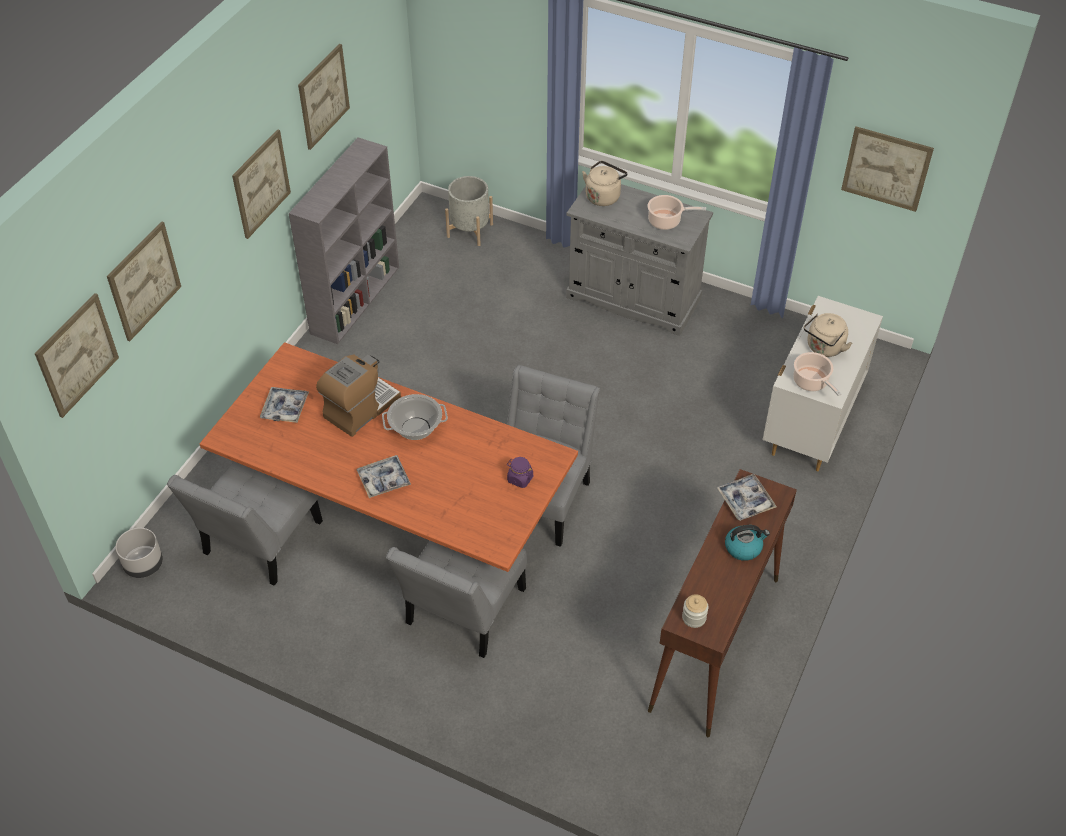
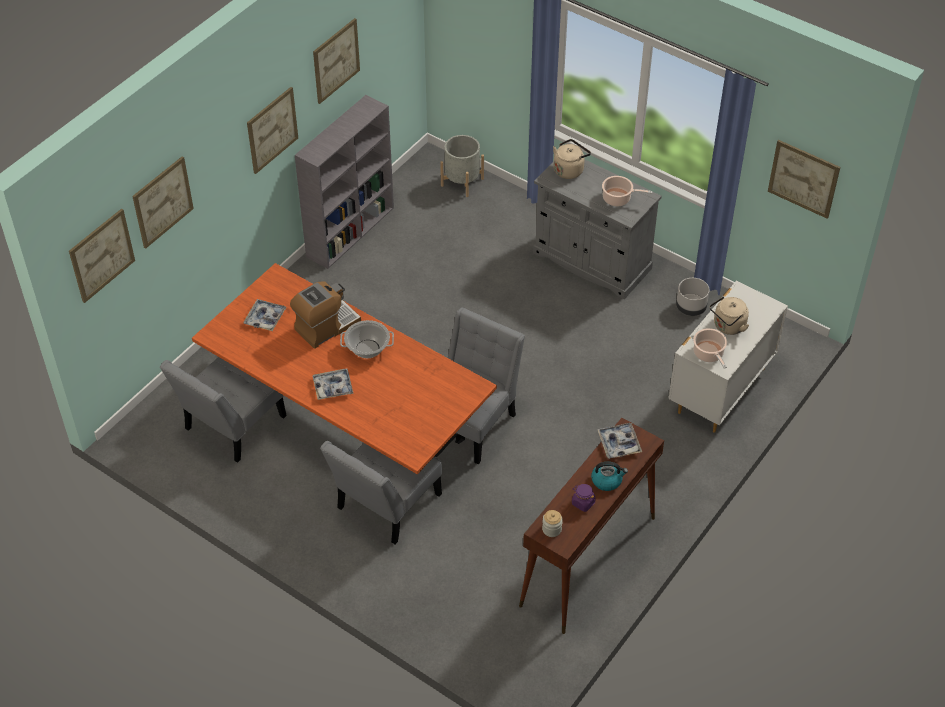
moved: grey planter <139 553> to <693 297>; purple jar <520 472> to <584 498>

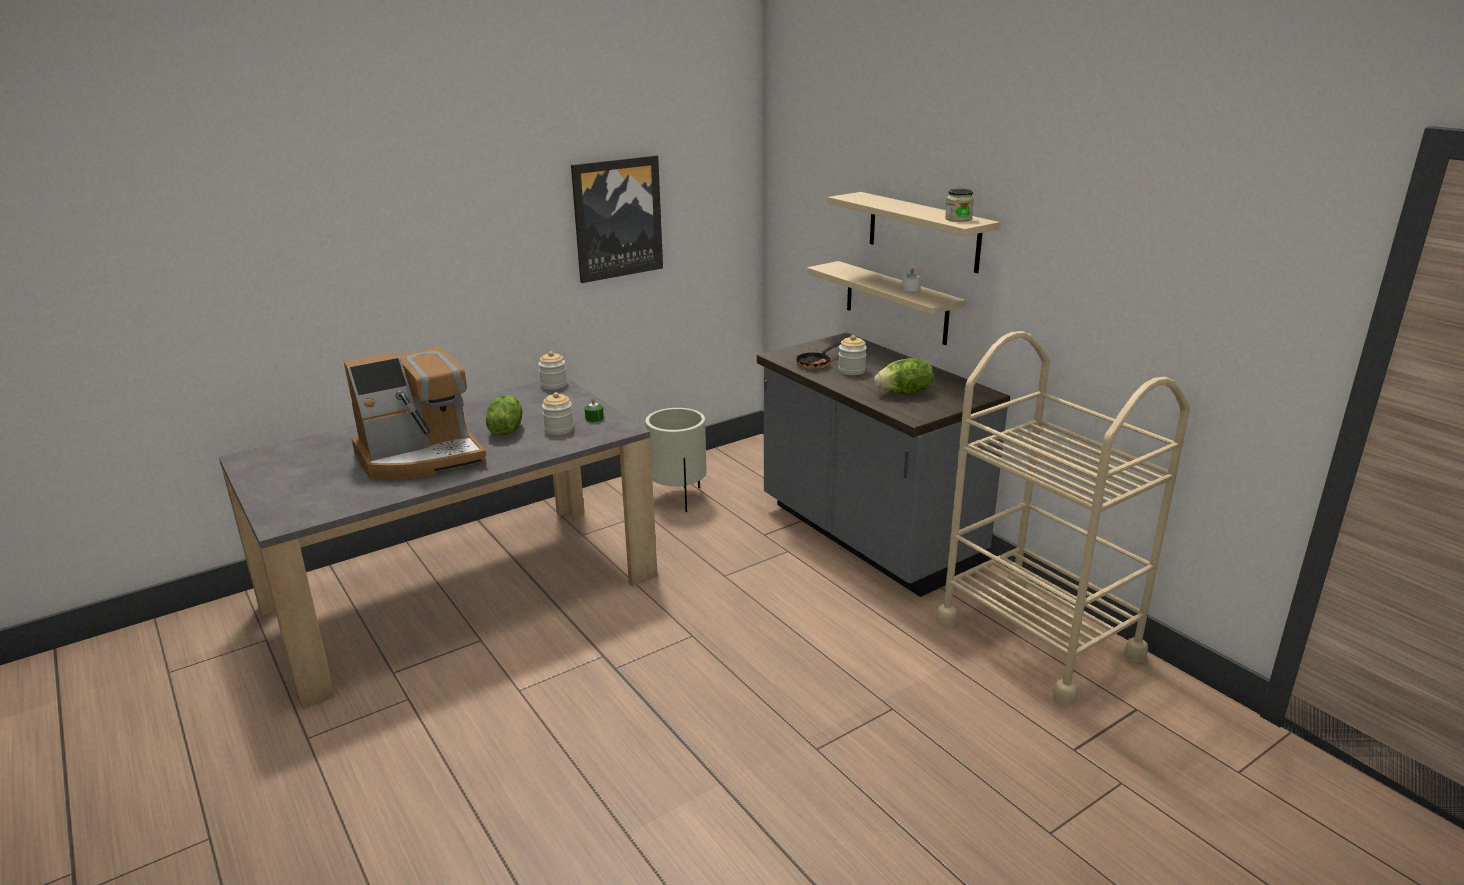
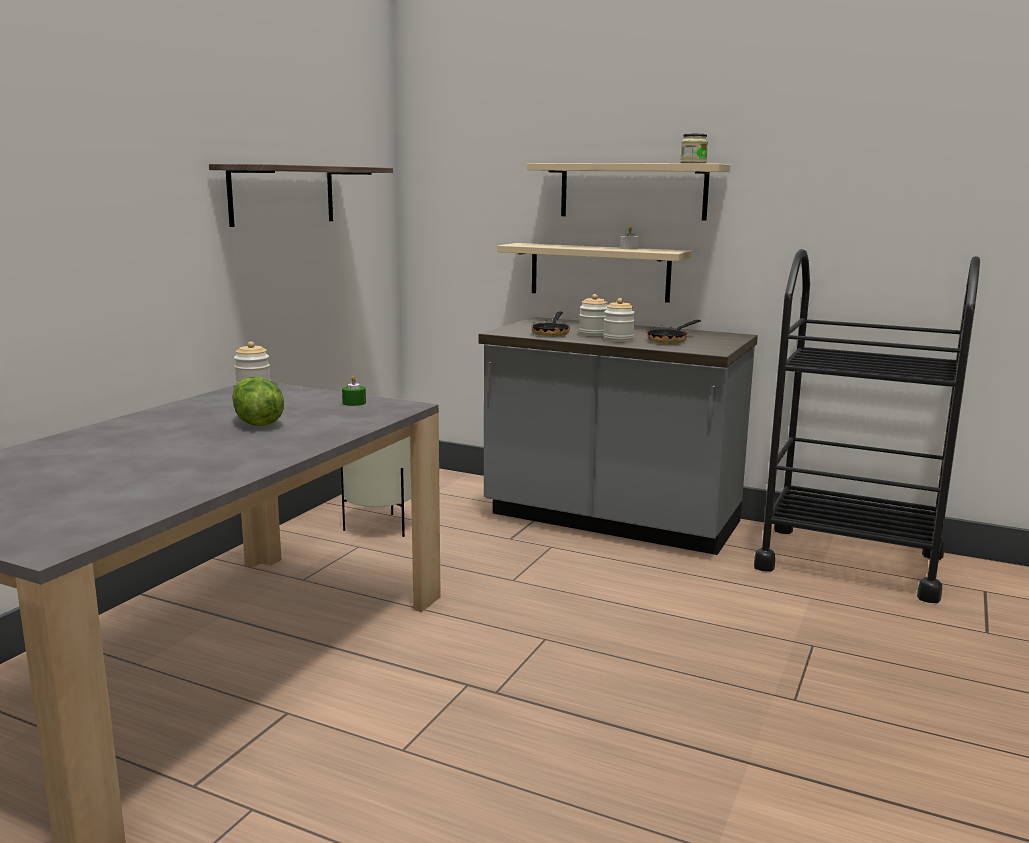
removed: coffee machine <415 413>
moved: jar <558 413> to <619 320>
replaced: picture <617 219> to shelf <301 195>; lettuce <903 376> to frying pan <674 332>
recoloured: beige cart <1063 518> to black cart <867 426>

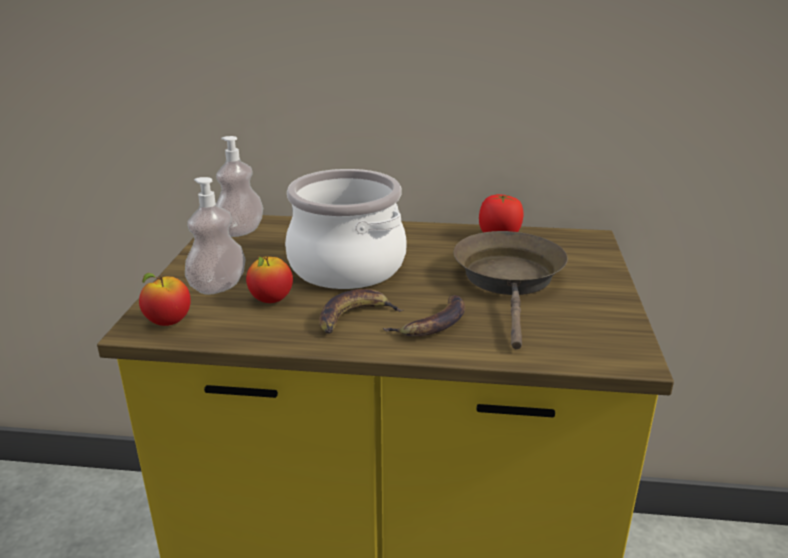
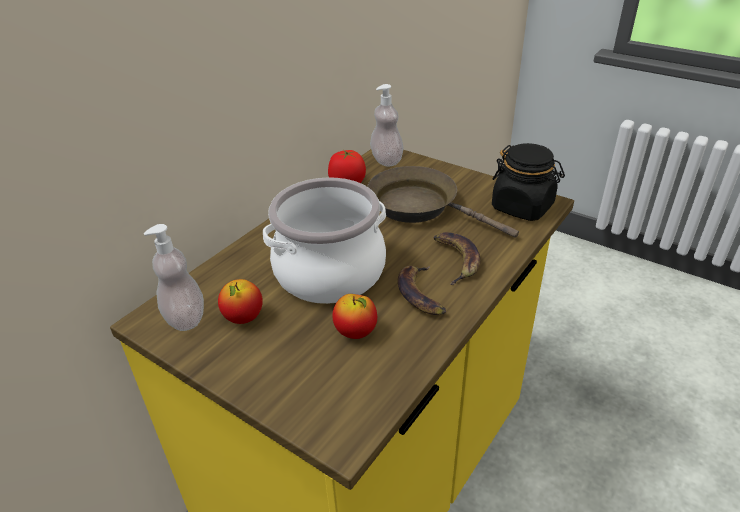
added: black jar <528 182>
moved: apple <165 299> to <240 301>; soap dispenser <215 236> to <387 125>

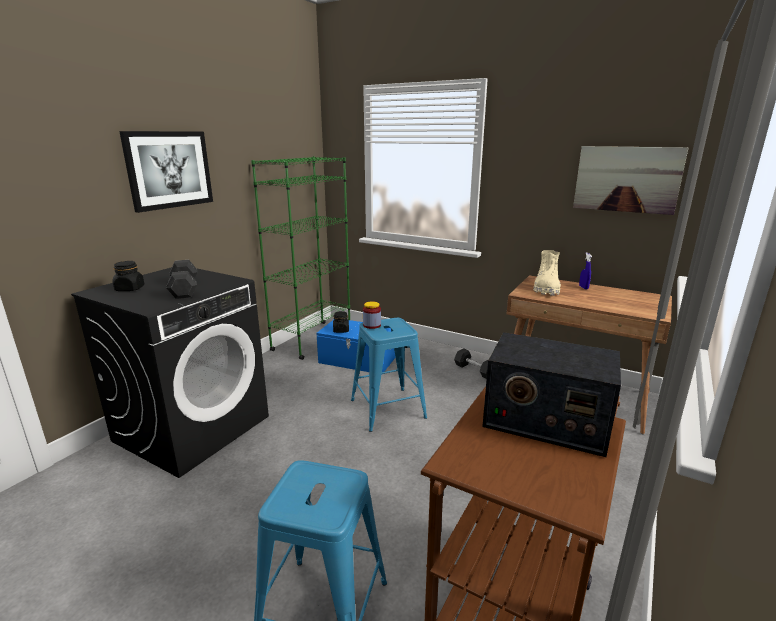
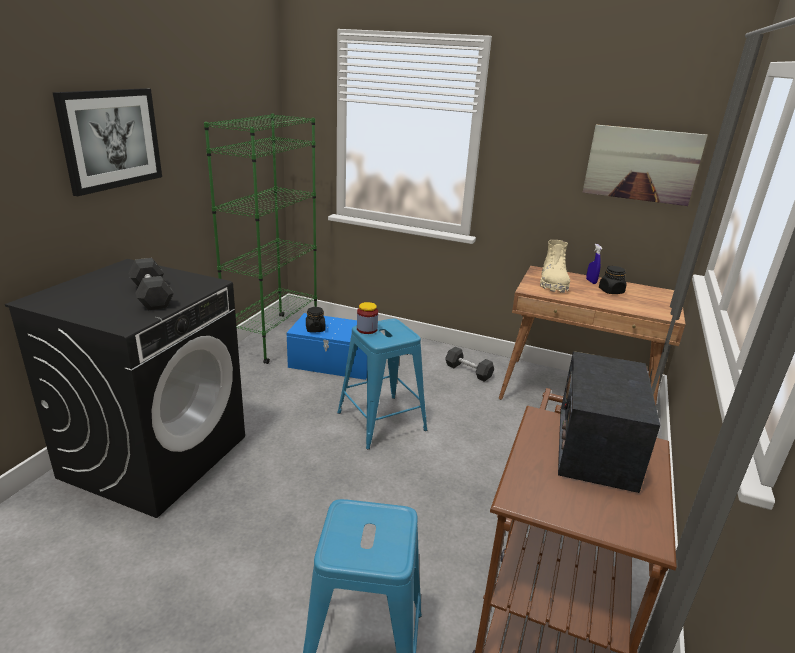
moved: black jar <128 276> to <613 280>
turned: radio <551 394> = <609 422> 90 degrees clockwise

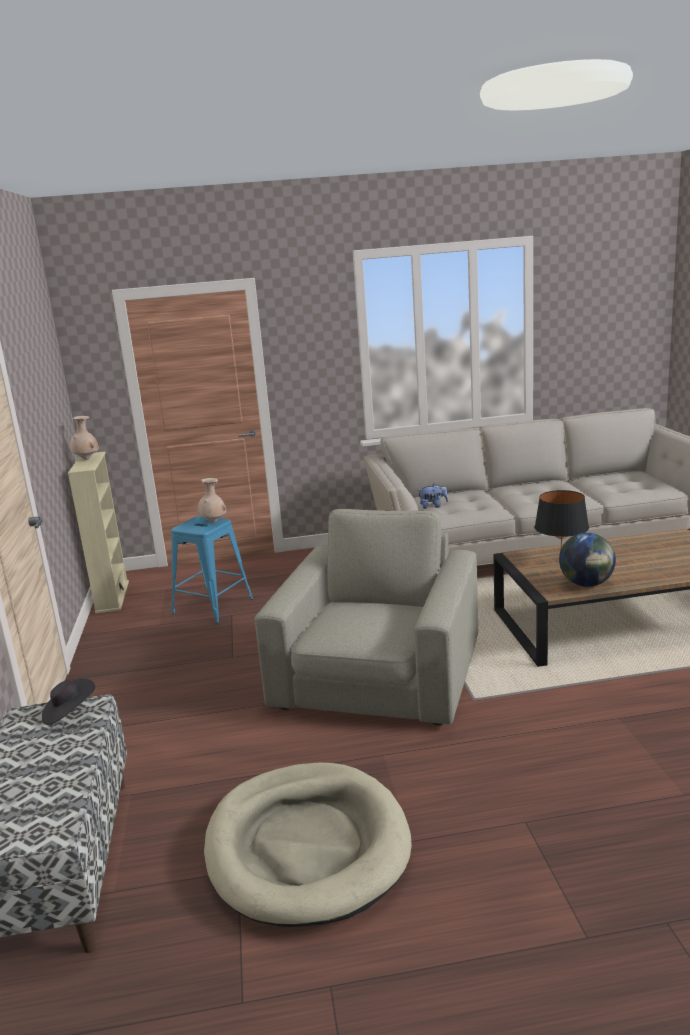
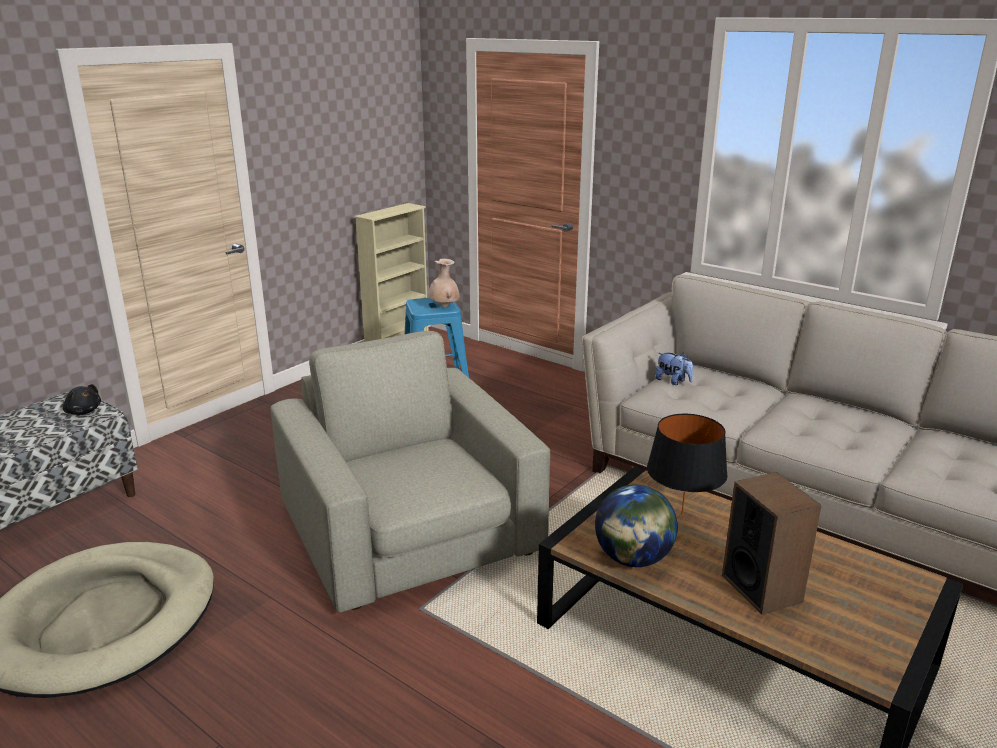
removed: beige vase <84 438>
added: speaker <772 543>
replaced: black hat <68 702> to black plush toy <82 399>
turned: beige armchair <366 617> = <410 472> 90 degrees counterclockwise

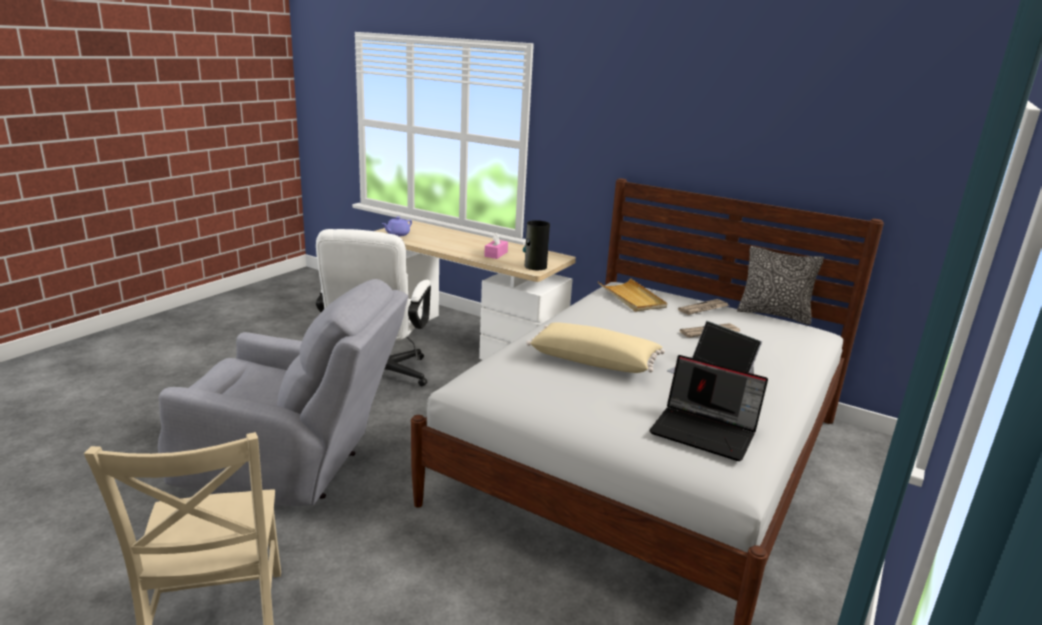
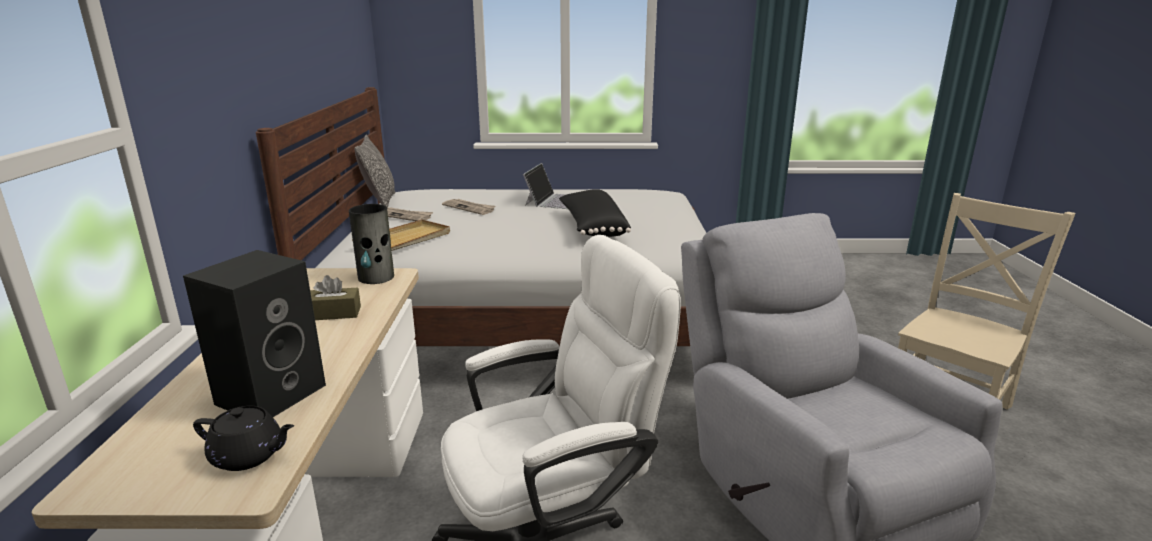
removed: laptop <708 408>
added: black speaker <254 333>
recoloured: purple teapot <397 226> to black teapot <243 438>; pink tissue box <496 246> to brown tissue box <335 297>; beige pillow <595 347> to black pillow <595 213>

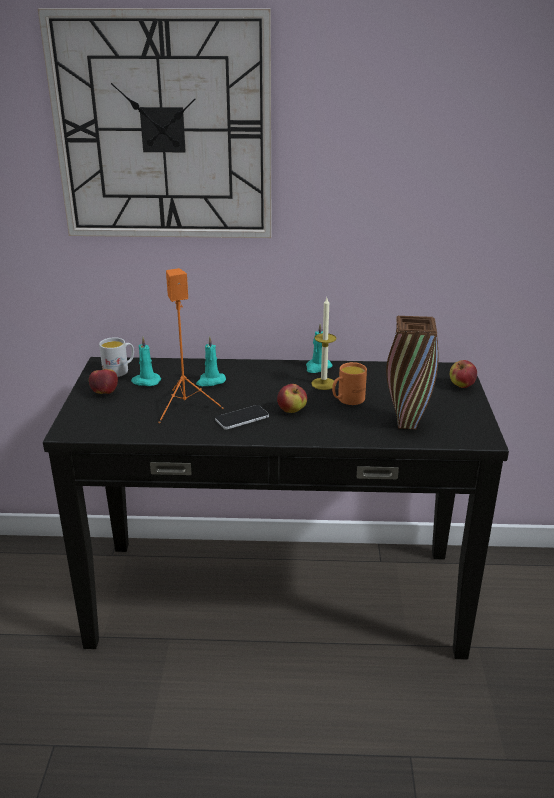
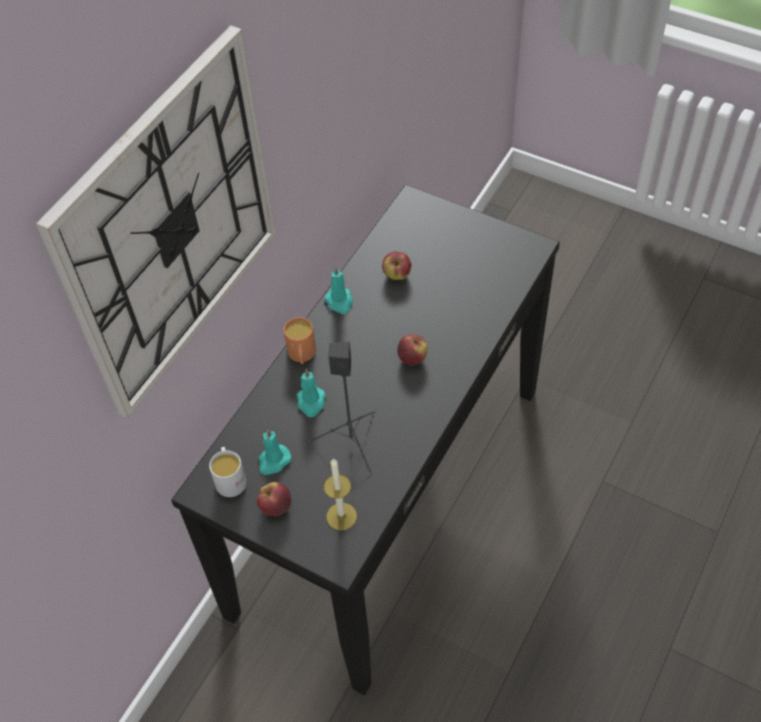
removed: phone <242 417>; brown vase <412 372>
moved: candle <323 344> to <340 494>; orange mug <349 383> to <300 340>; apple <463 374> to <396 266>
recoloured: orange speaker <191 345> to black speaker <341 409>

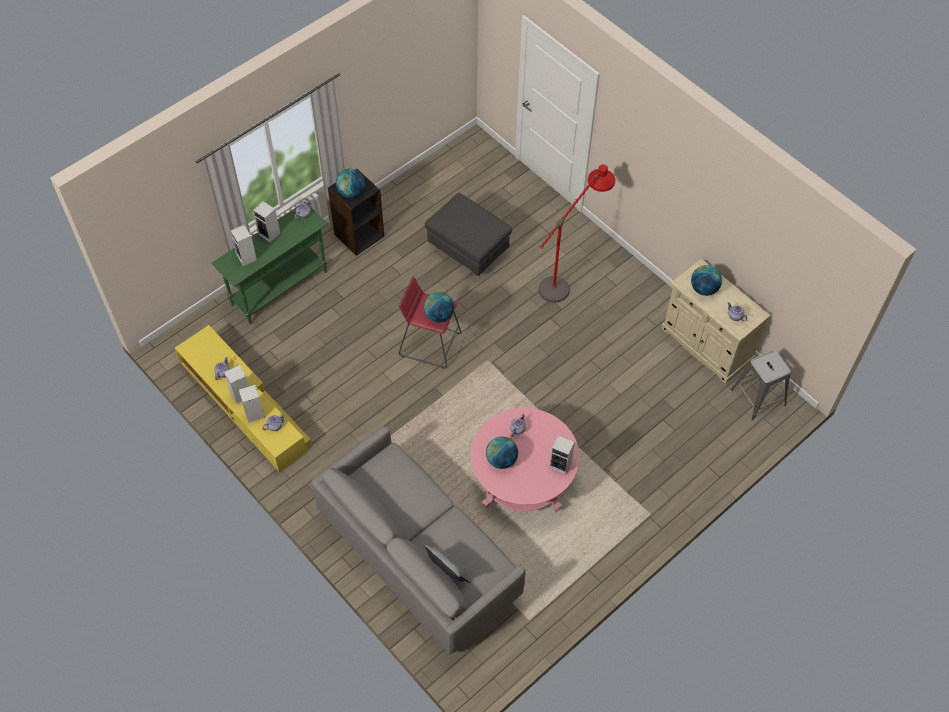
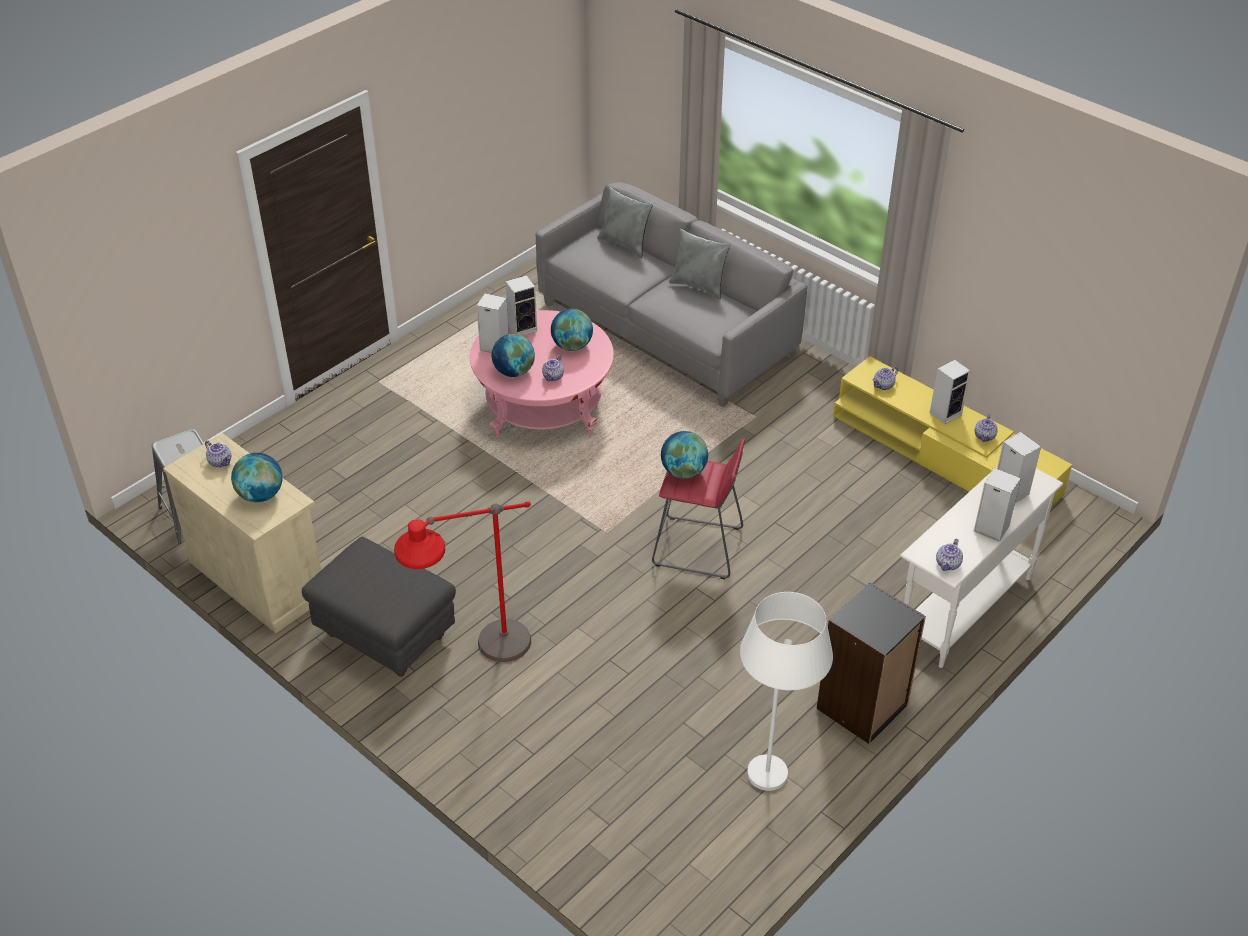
added: grey pillow <700 264>; white floor lamp <786 691>
moved: speaker <252 404> to <521 305>; globe <350 183> to <513 355>; grey ottoman <468 234> to <379 607>
recoloured: green console table <269 263> to white console table <981 567>

